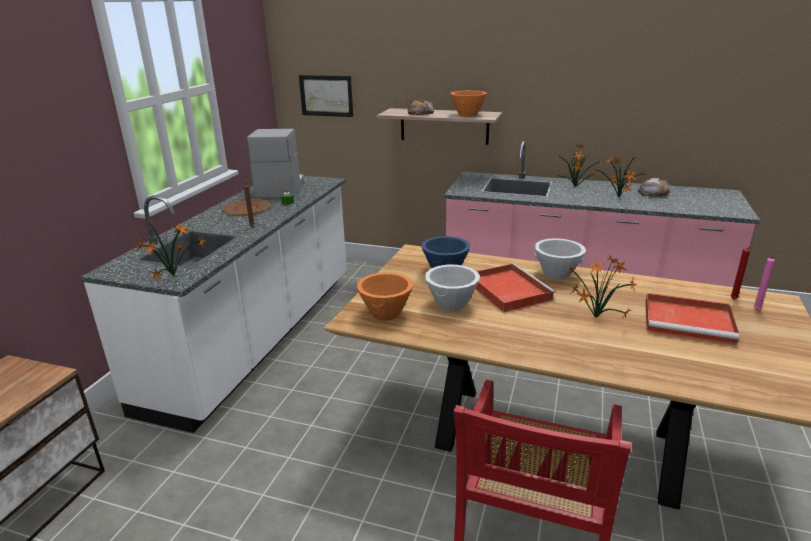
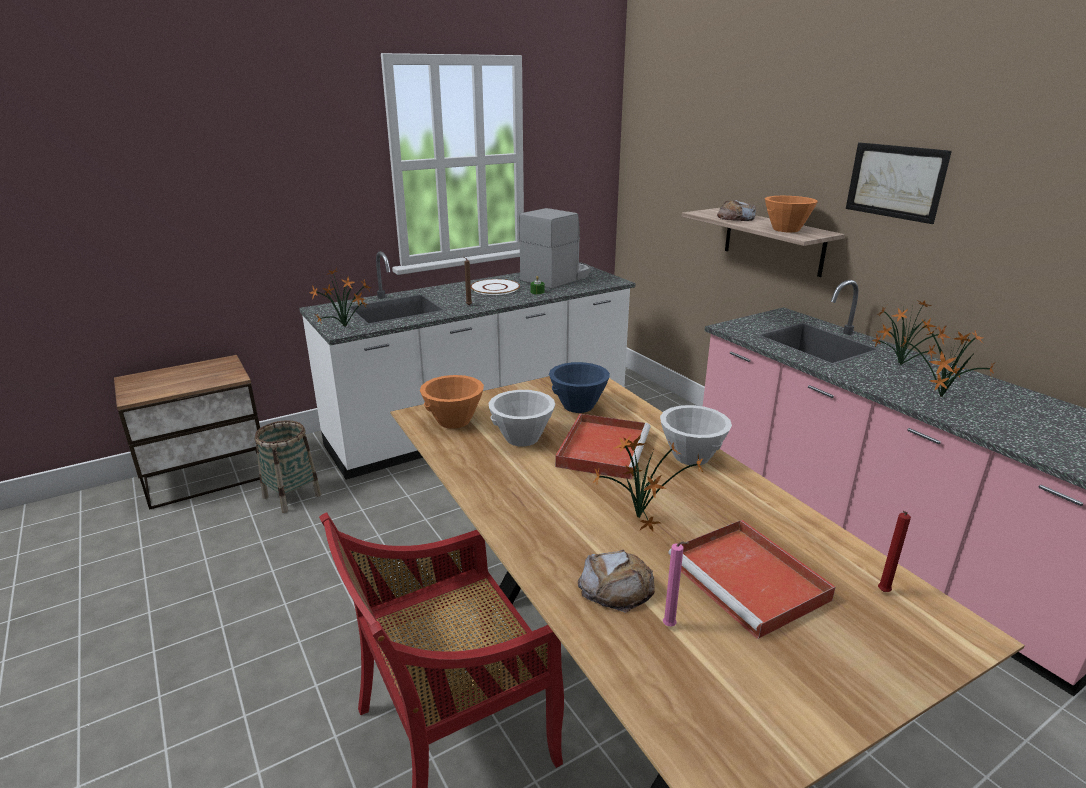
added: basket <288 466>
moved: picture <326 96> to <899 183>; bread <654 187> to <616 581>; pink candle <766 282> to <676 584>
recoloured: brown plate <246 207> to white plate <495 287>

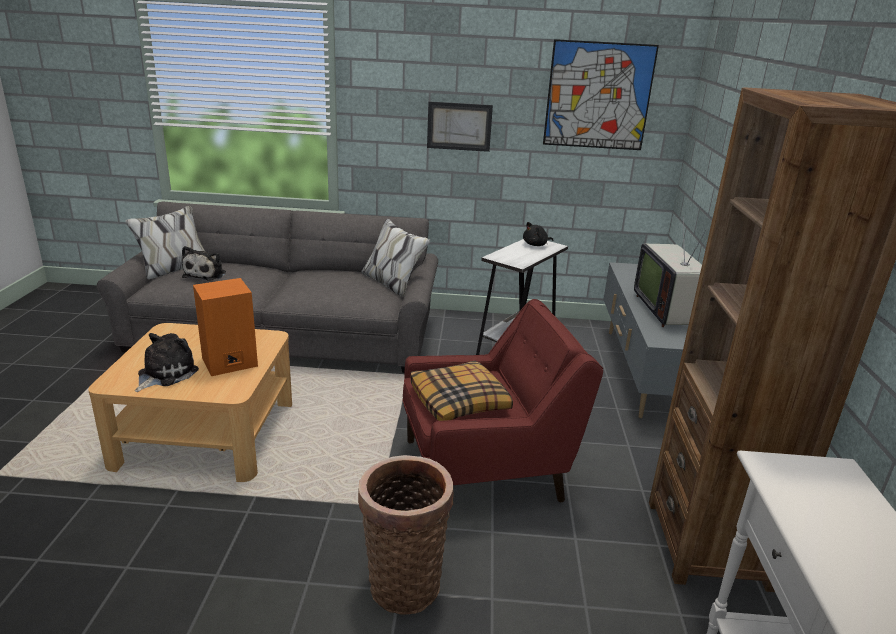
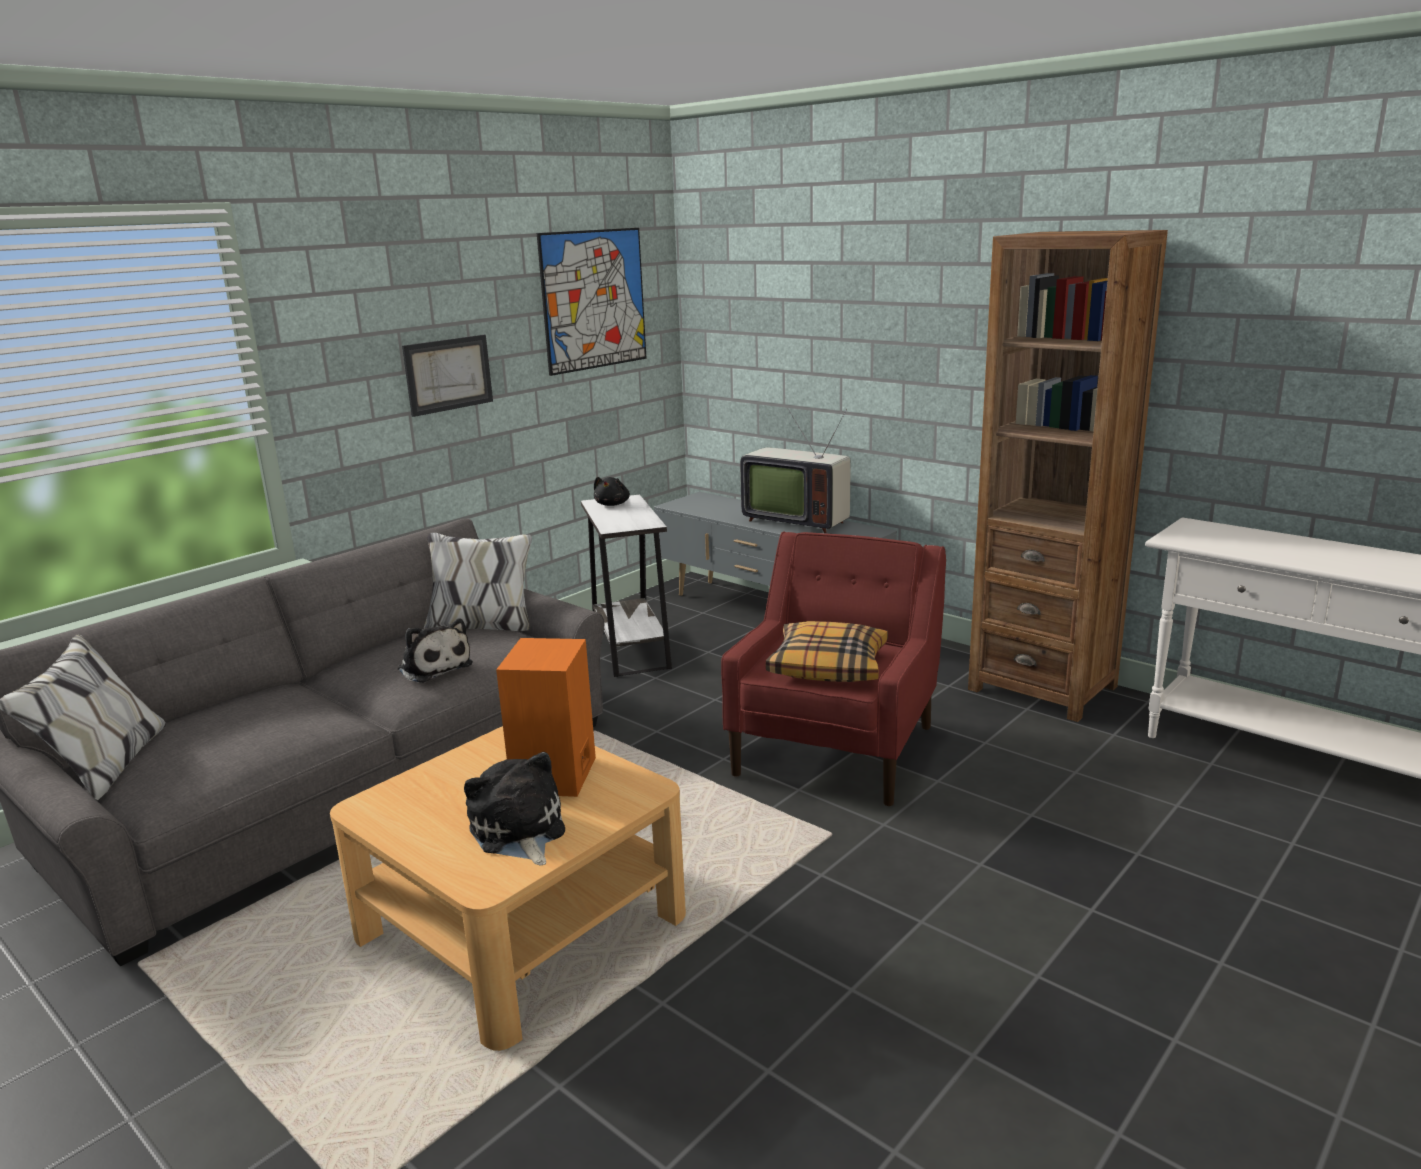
removed: basket <405 535>
moved: plush toy <204 263> to <435 650>

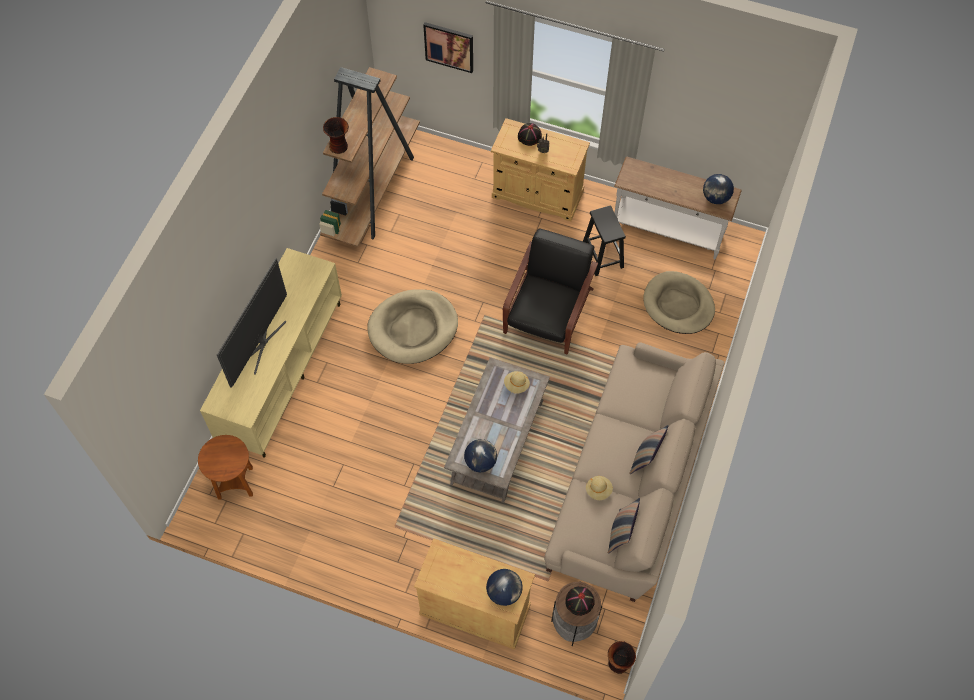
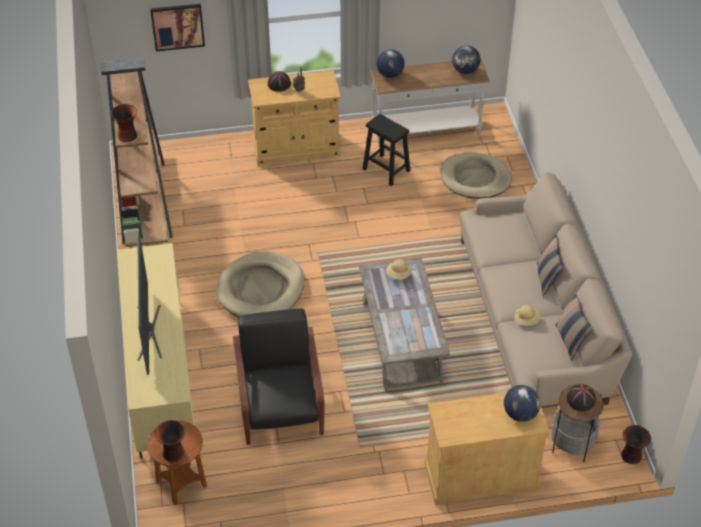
added: vase <170 441>
moved: globe <480 455> to <390 63>; black armchair <550 291> to <279 376>

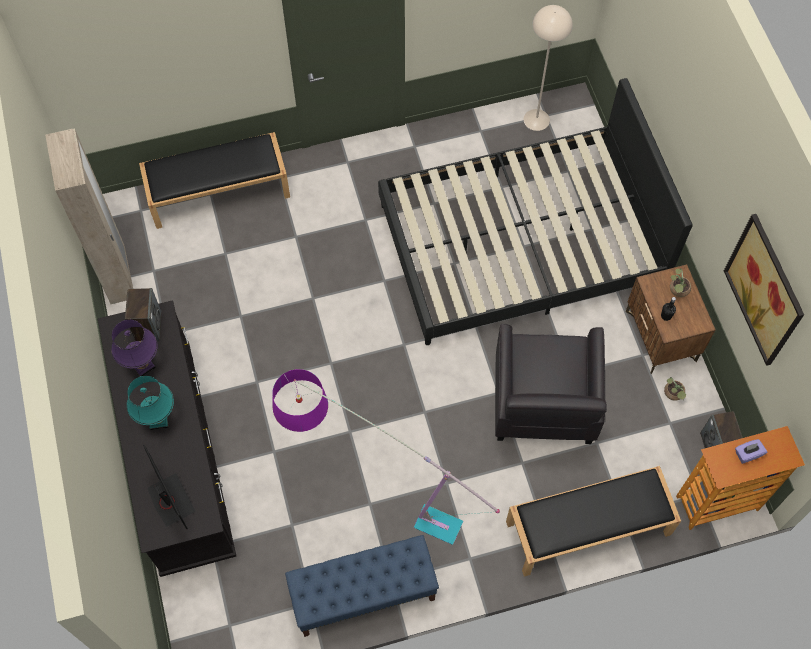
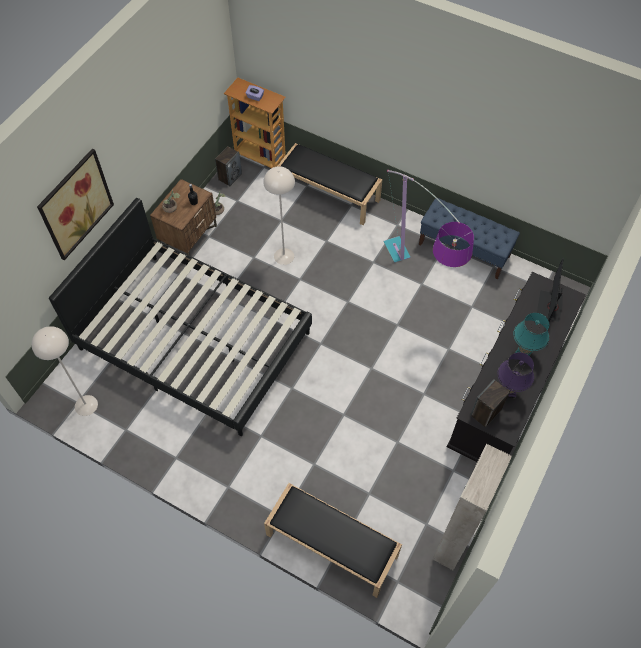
moved: picture <764 290> to <75 204>
replaced: black armchair <551 384> to beige floor lamp <279 215>

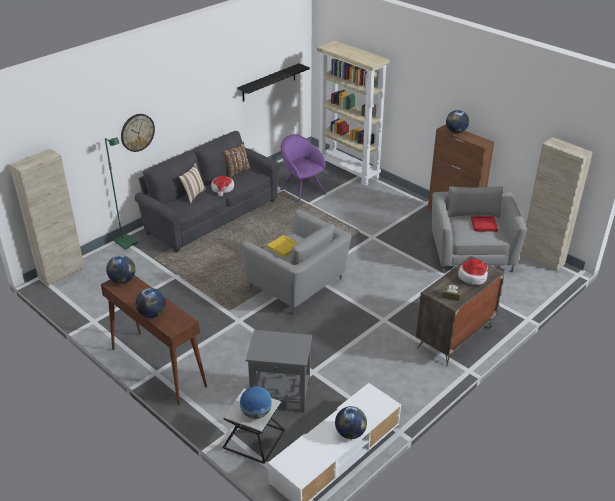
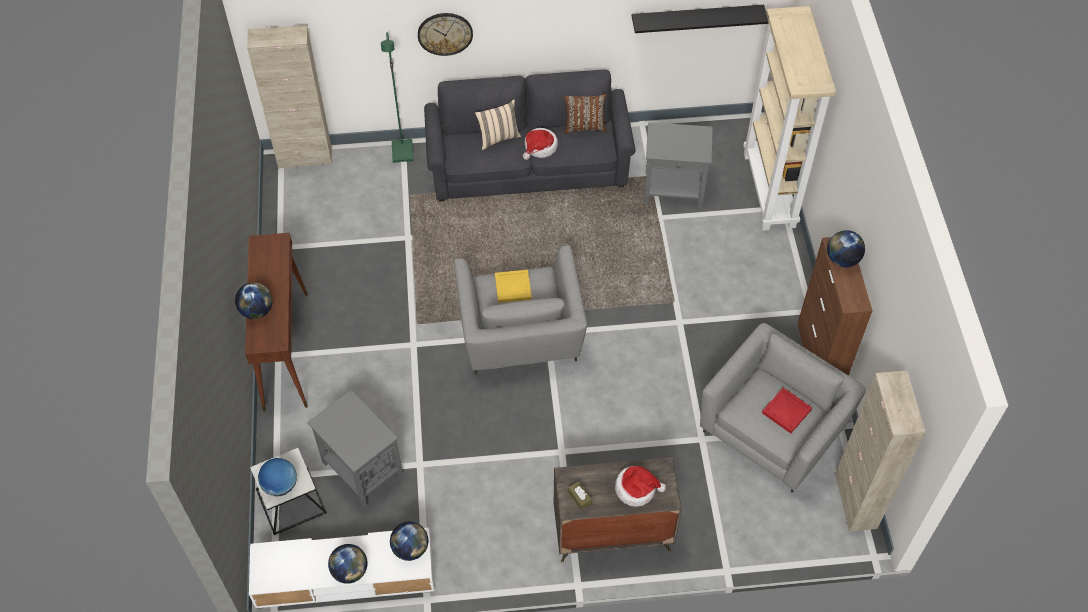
moved: globe <121 269> to <409 541>
replaced: purple armchair <303 169> to grey side table <678 165>

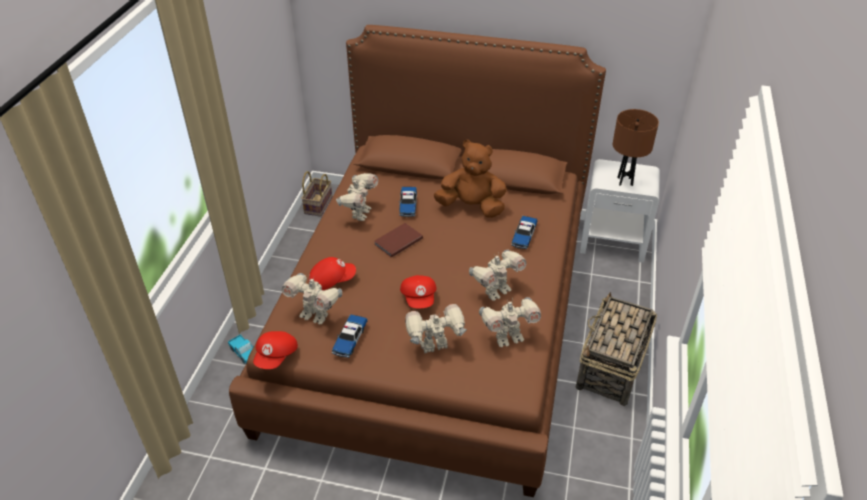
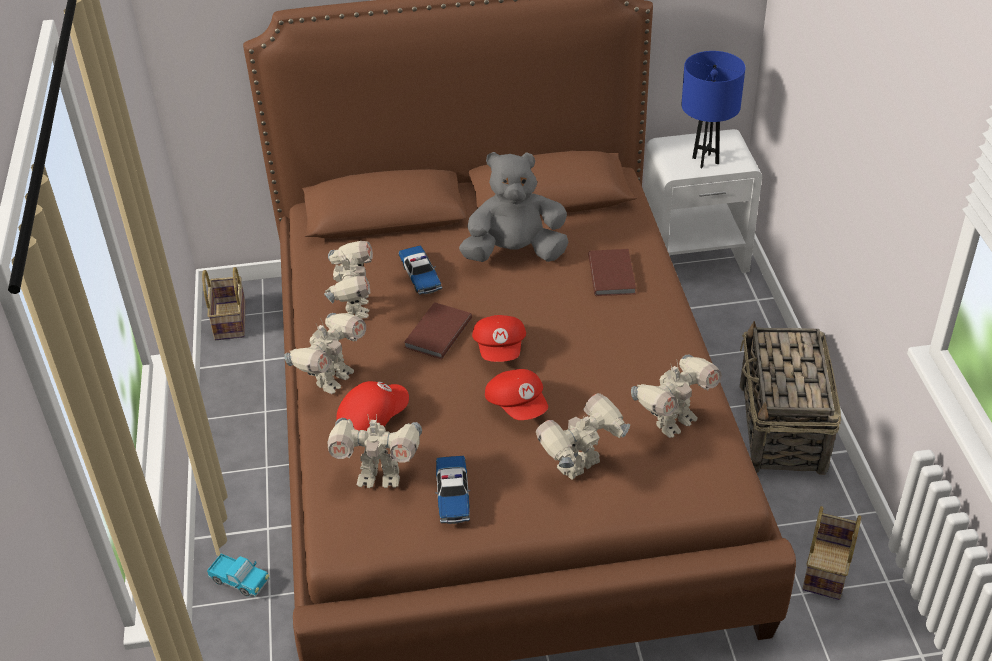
added: basket <832 553>
moved: red cap <275 350> to <499 338>; toy robot <498 275> to <325 353>
replaced: toy car <524 232> to brown book <612 272>
recoloured: brown plush toy <470 179> to grey plush toy <513 207>; brown table lamp <636 147> to blue table lamp <713 109>

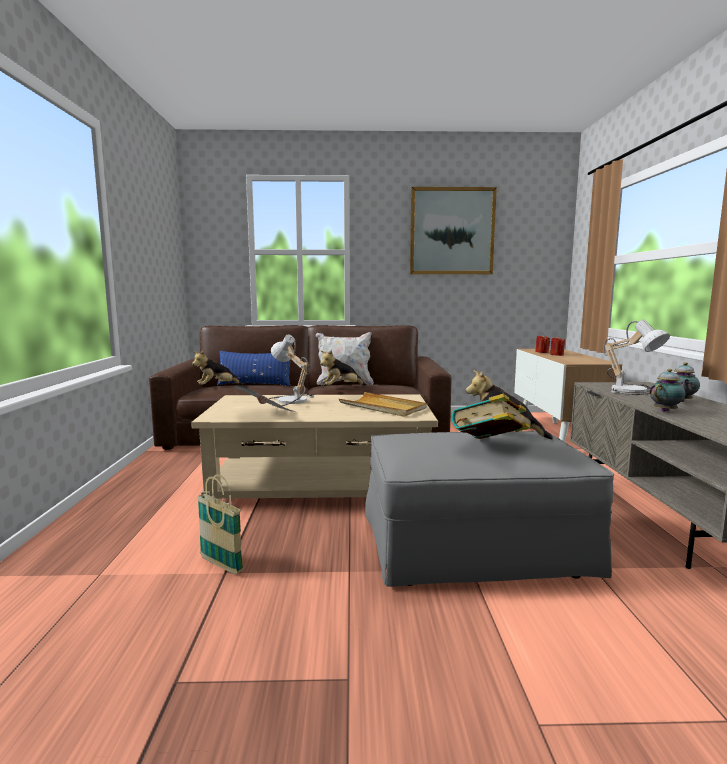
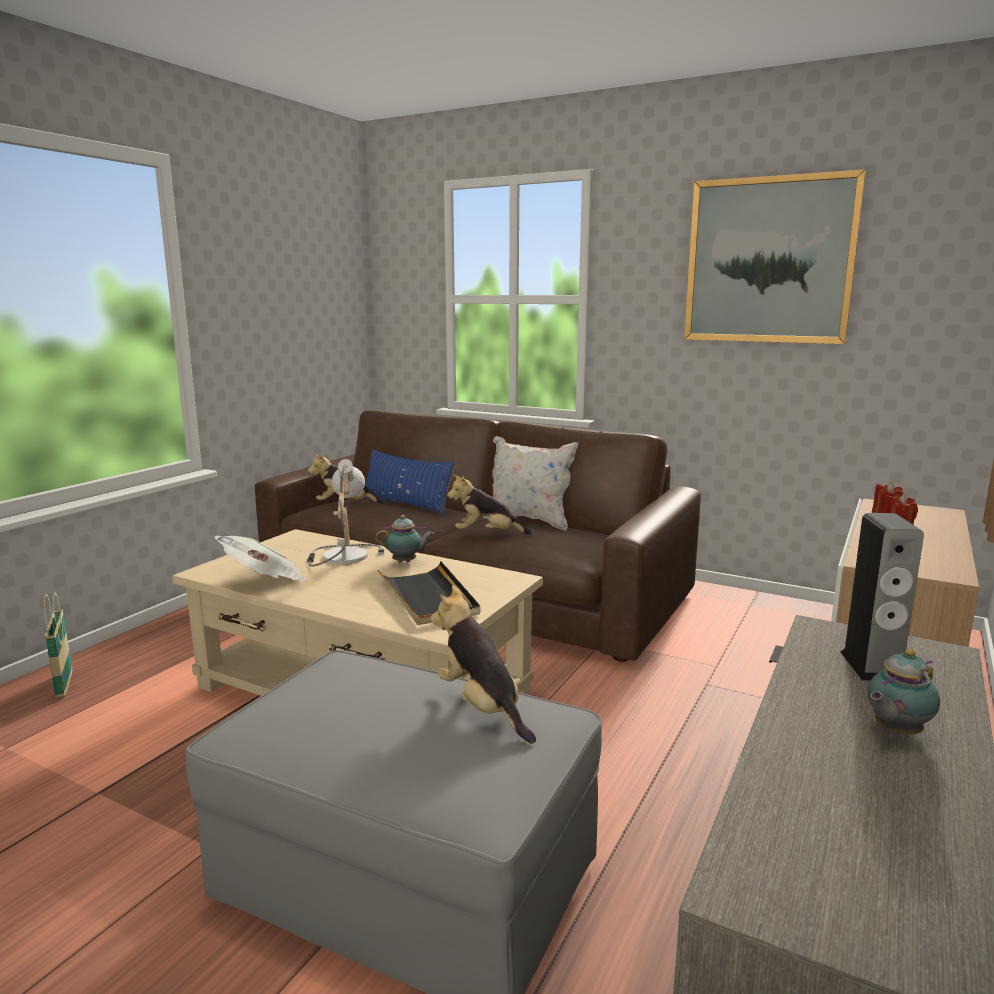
removed: book <490 416>
moved: basket <220 524> to <58 645>; teapot <668 390> to <404 539>
replaced: table lamp <636 357> to speaker <882 597>
recoloured: beige tray <383 404> to black tray <429 593>

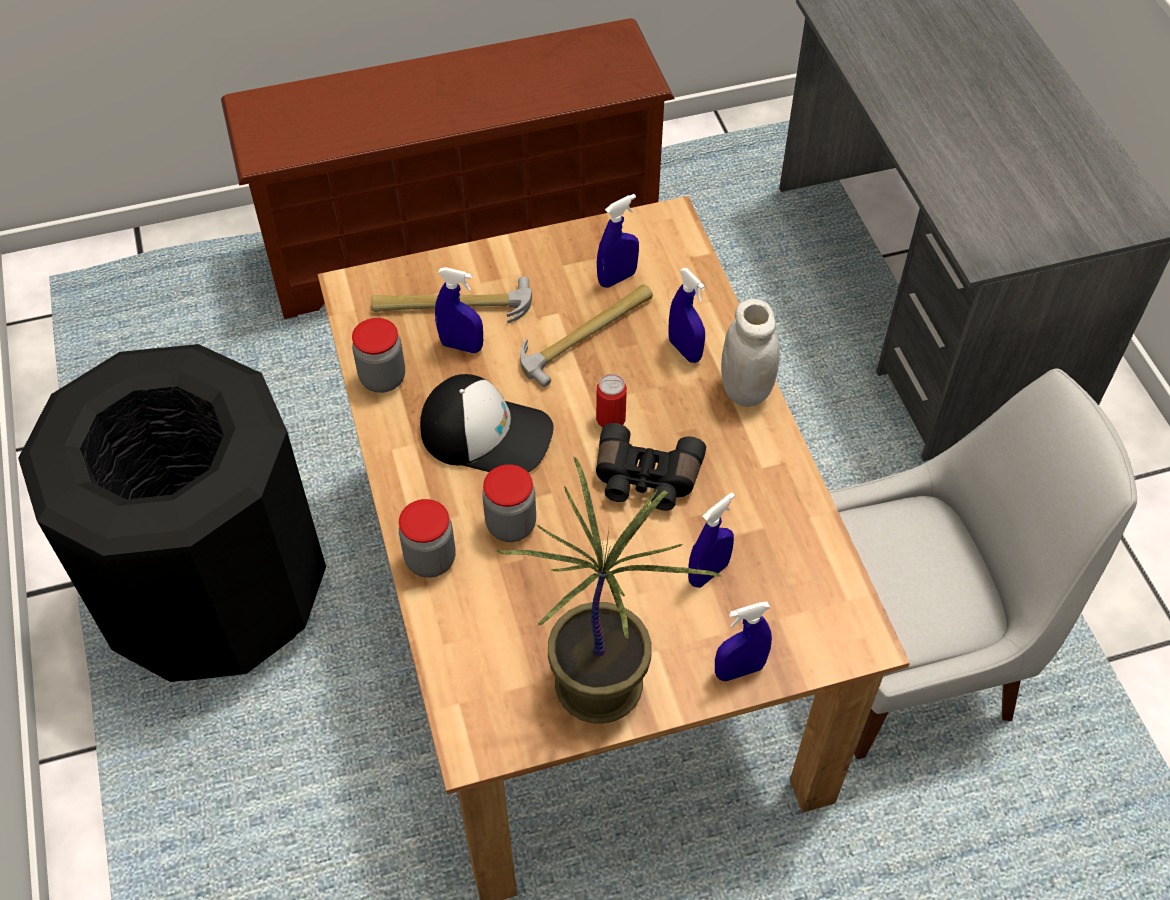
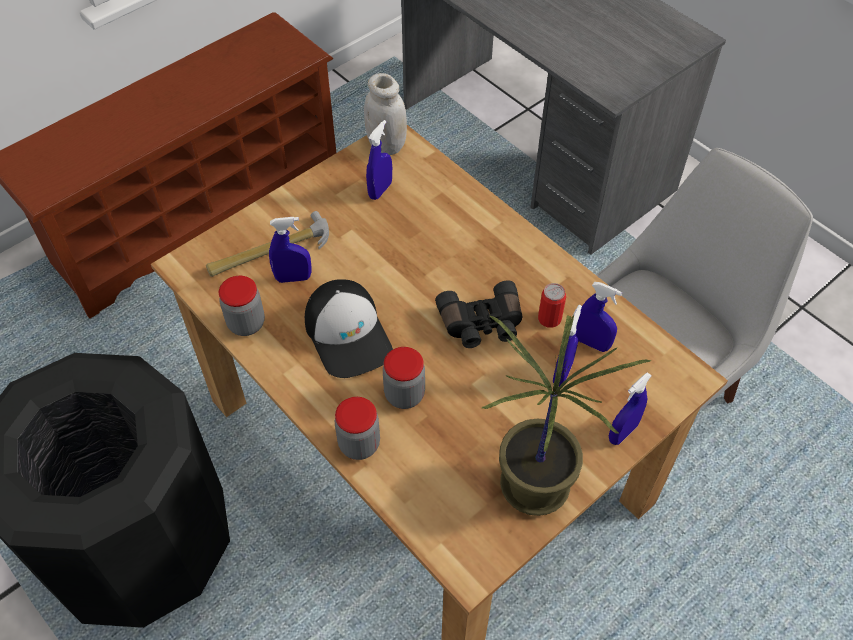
removed: hammer <586 336>
moved: can <611 401> to <552 305>; blue spray bottle <686 315> to <598 317>; white jar <750 352> to <385 114>
turned: cap <487 423> = <349 328> 75 degrees clockwise

